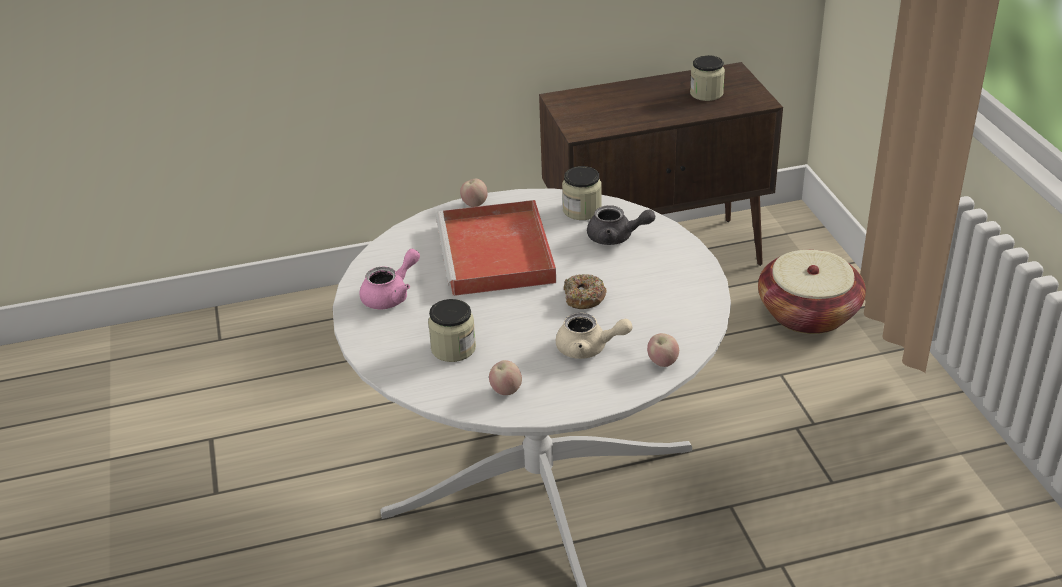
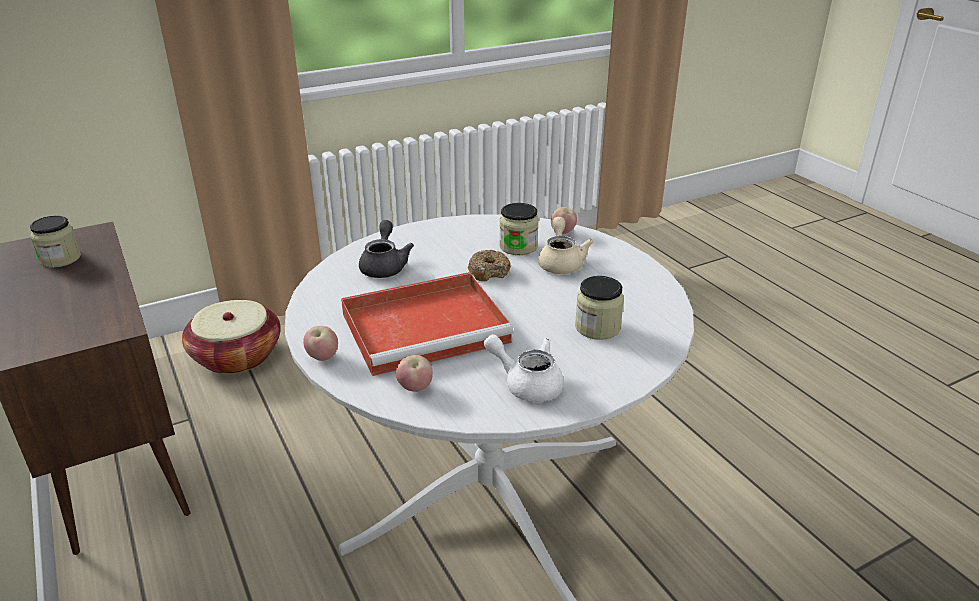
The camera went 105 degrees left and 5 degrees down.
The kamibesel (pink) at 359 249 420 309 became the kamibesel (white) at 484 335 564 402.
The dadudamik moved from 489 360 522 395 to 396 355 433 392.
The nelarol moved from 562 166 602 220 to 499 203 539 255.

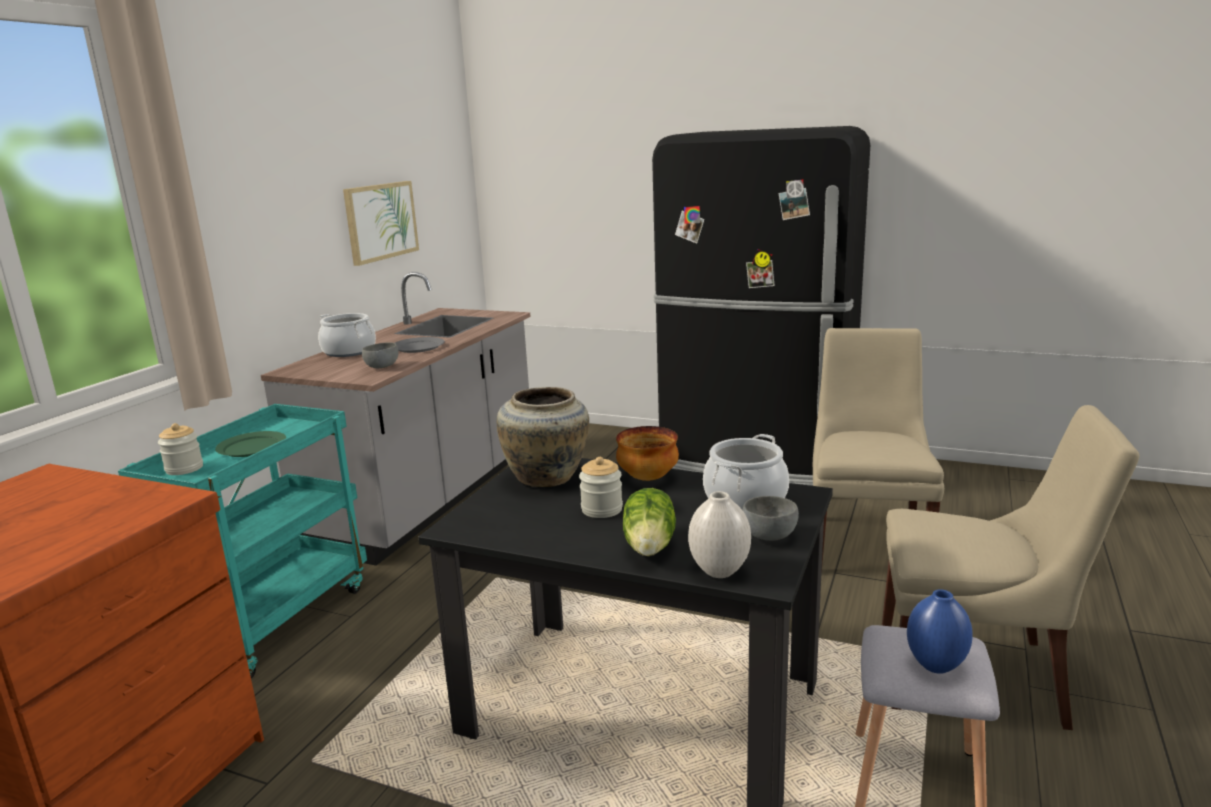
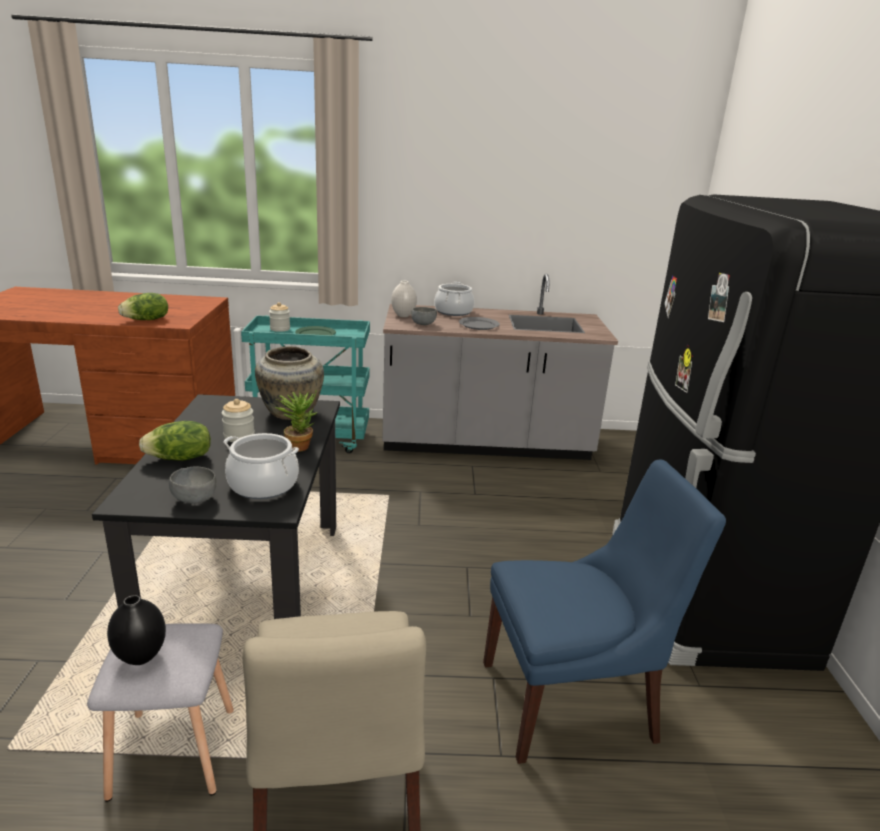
The camera went 65 degrees right and 5 degrees up.
The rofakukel at 343 181 419 266 disappeared.
The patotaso at 616 426 679 481 was replaced by the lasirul at 275 389 318 452.
The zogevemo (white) moved from 688 491 751 578 to 391 281 417 317.
The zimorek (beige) at 813 328 944 574 became the zimorek (blue) at 483 459 726 764.
The zogevemo (blue) at 907 589 973 674 became the zogevemo (black) at 107 595 166 665.
The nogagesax at 118 293 168 320 appeared.

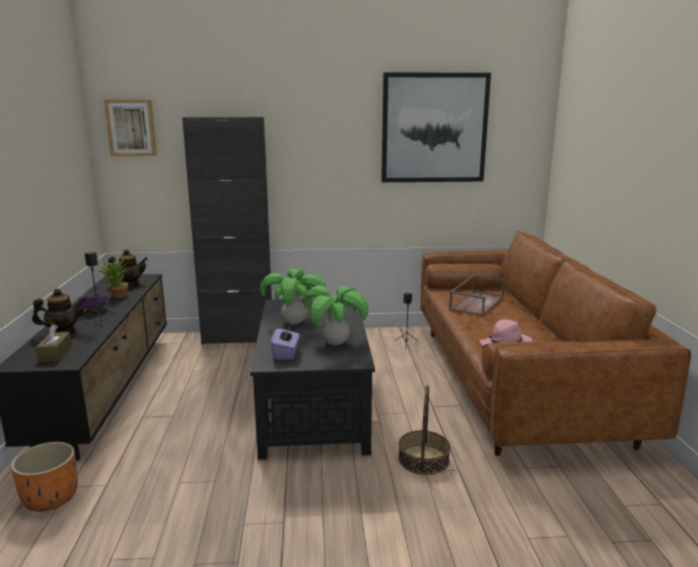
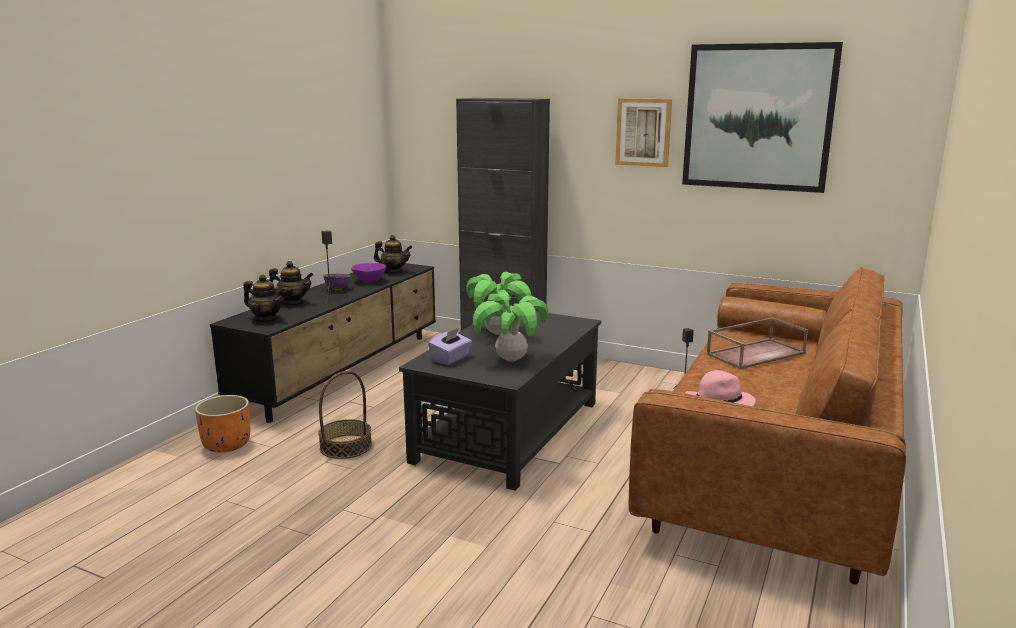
The camera went 30 degrees right and 0 degrees up.
The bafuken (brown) at 36 324 72 362 was replaced by the kamibesel at 243 274 285 322.
The lasirul at 97 258 128 298 was replaced by the patotaso (purple) at 351 263 386 283.
The rofakukel moved from 104 100 157 156 to 615 98 672 167.
The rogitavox moved from 398 385 450 475 to 318 371 372 459.

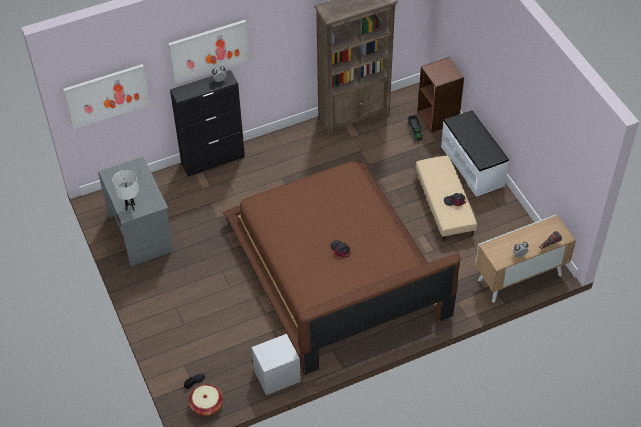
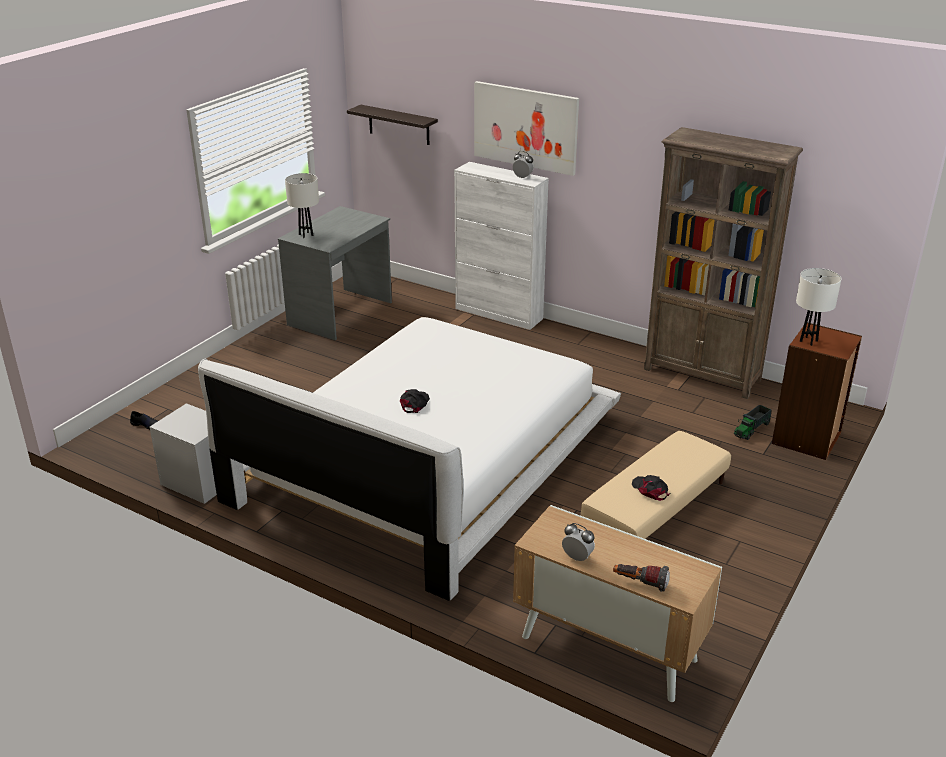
The camera went 55 degrees right and 20 degrees down.
The rofakukel at 63 64 150 129 was replaced by the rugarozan at 347 105 438 145.
The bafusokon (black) at 170 70 245 176 became the bafusokon (white) at 454 162 549 330.
The rogitavox at 189 384 223 416 disappeared.
The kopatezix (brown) at 223 161 460 375 became the kopatezix (white) at 198 317 621 601.
The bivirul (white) at 441 110 509 197 disappeared.
The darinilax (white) at 796 268 841 346 appeared.

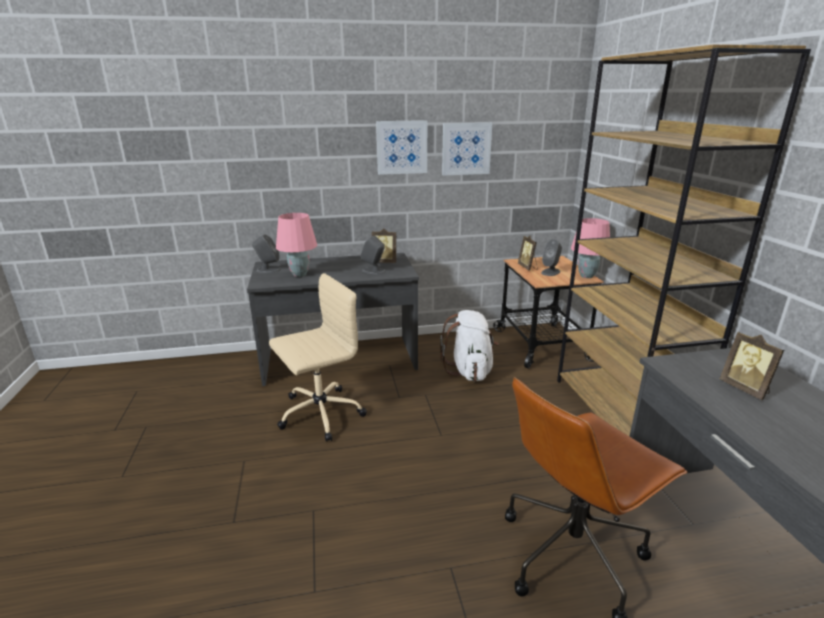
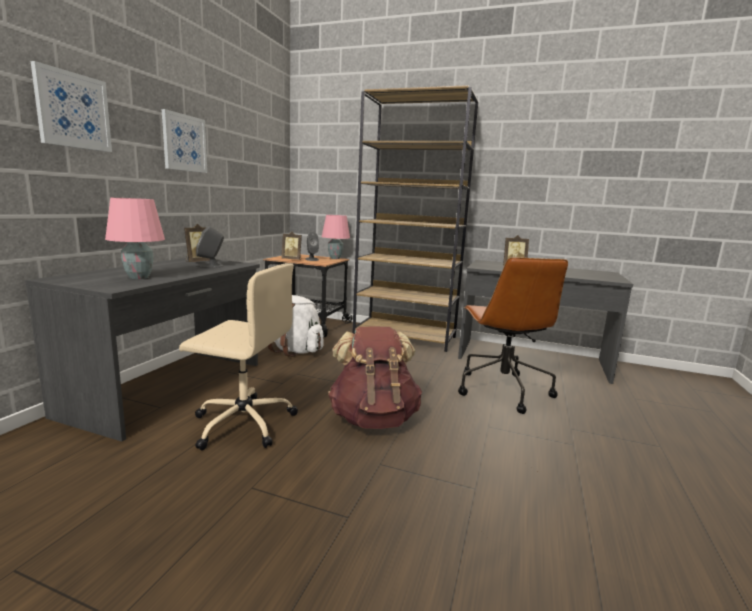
The camera went 60 degrees left and 10 degrees down.
The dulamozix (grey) at 252 234 281 273 disappeared.
The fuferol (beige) at 269 273 367 442 turned 105 degrees clockwise.
The rofakukel moved from 442 123 492 176 to 31 61 112 152.
The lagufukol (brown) at 328 327 422 429 appeared.

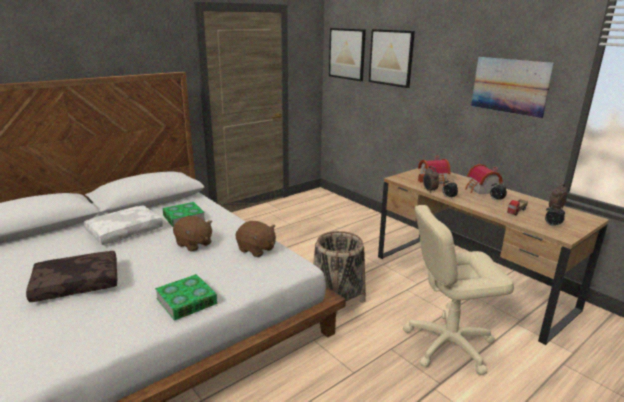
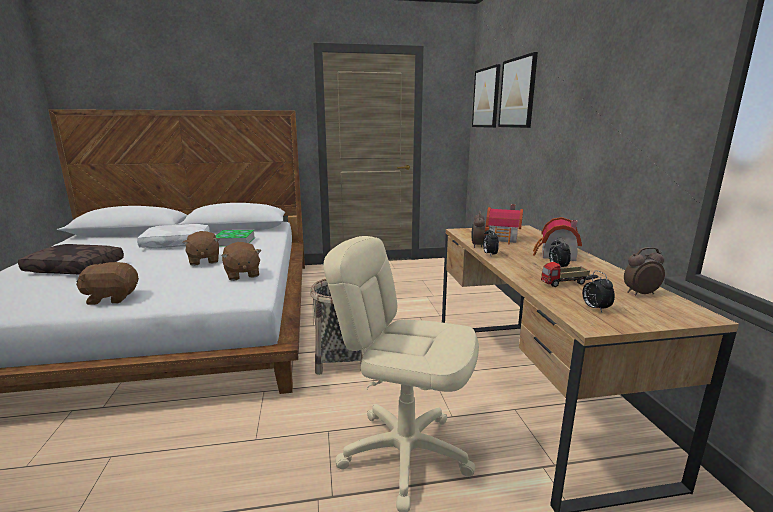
The camera went 30 degrees right and 5 degrees down.
The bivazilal at 155 274 218 321 was replaced by the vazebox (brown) at 76 262 139 305.
The rofakukel at 471 57 554 118 disappeared.

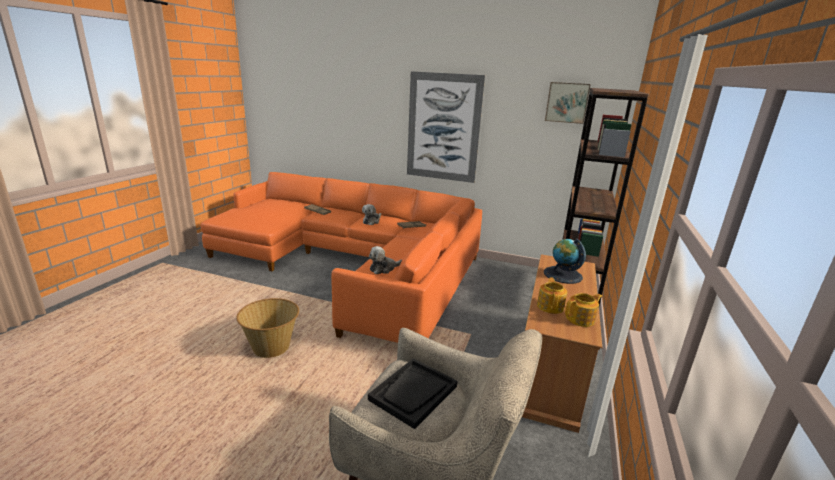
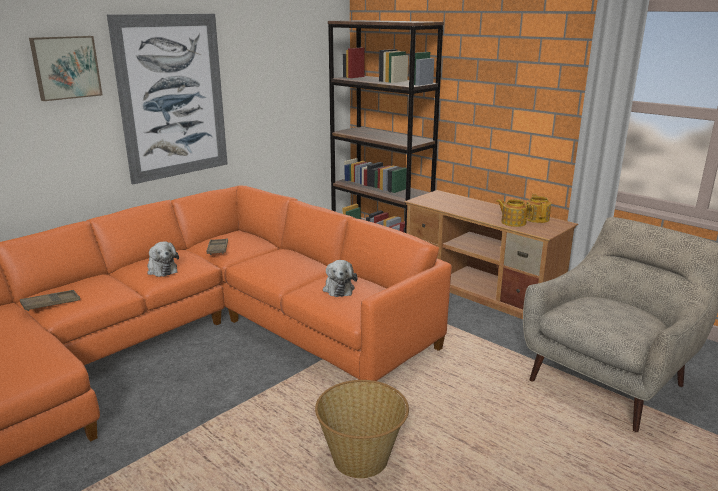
The camera went 65 degrees left and 0 degrees up.
The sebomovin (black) at 368 359 457 429 disappeared.
The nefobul at 544 239 586 284 disappeared.
The rofakukel moved from 545 82 591 124 to 29 36 102 101.

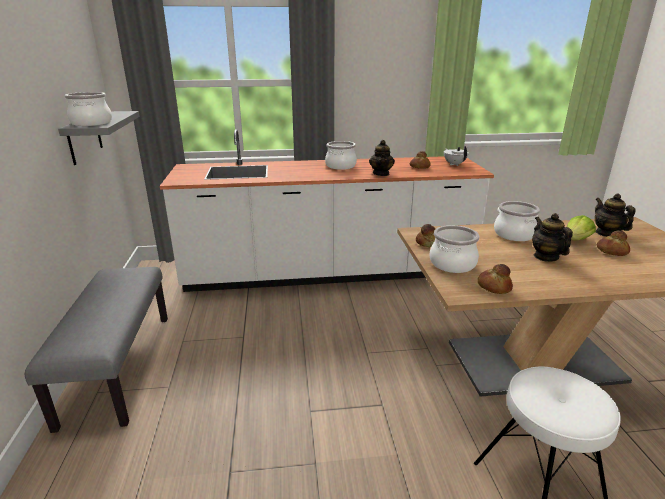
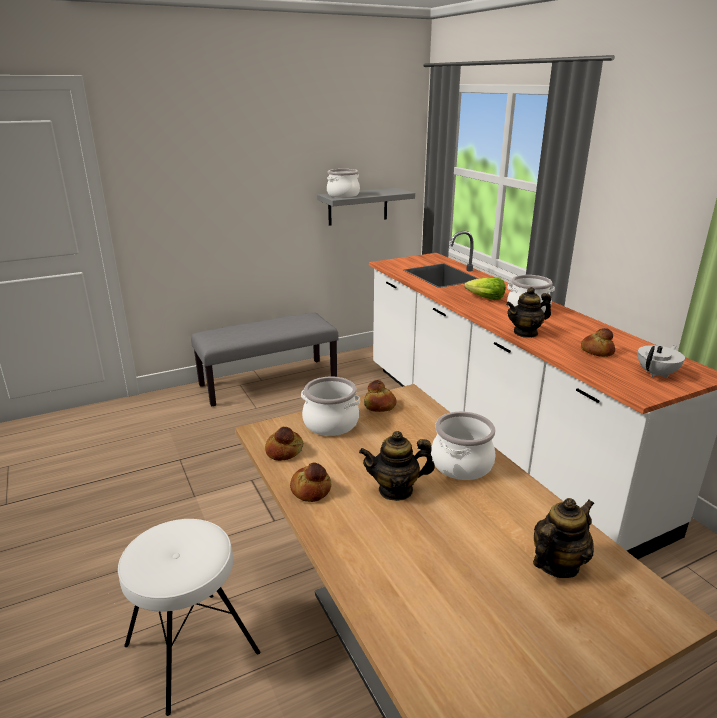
The camera went 70 degrees right and 0 degrees up.
The kamibesel at 532 213 573 262 turned 150 degrees counterclockwise.
The nogagesax moved from 567 215 596 241 to 464 277 506 300.
The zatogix moved from 597 230 630 256 to 290 463 331 502.

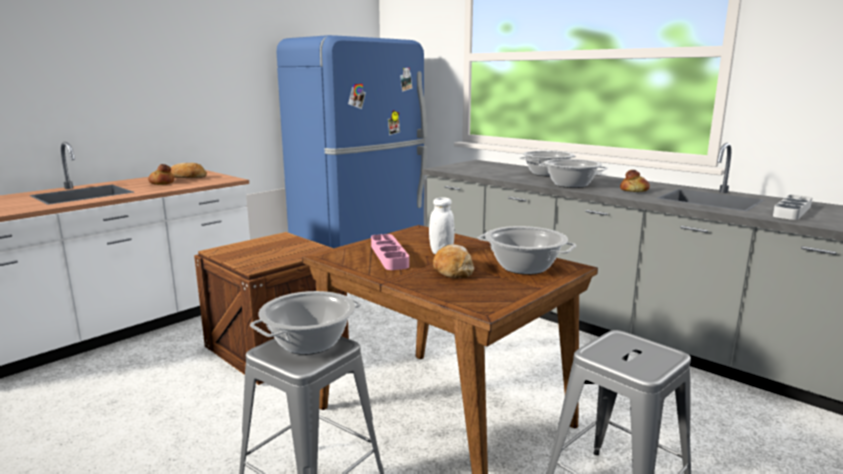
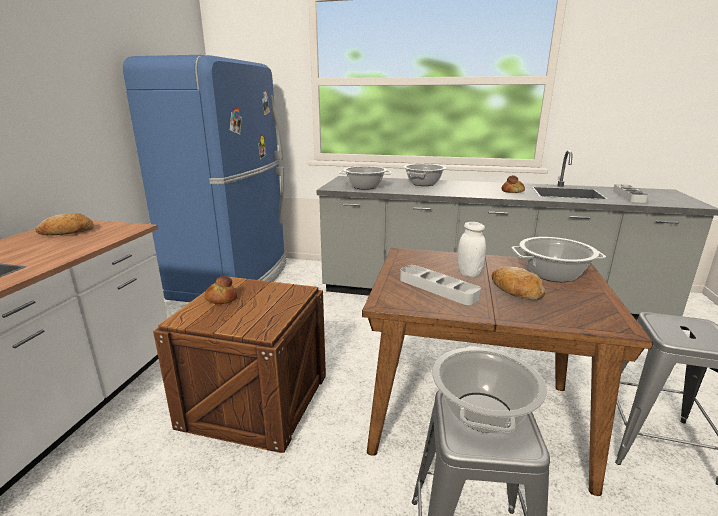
The camera went 30 degrees left and 5 degrees up.
The zatogix moved from 148 164 174 185 to 204 276 237 304.
The sebomovin (pink) at 371 234 409 270 became the sebomovin (grey) at 400 265 481 305.
The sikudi moved from 538 159 608 188 to 339 166 391 190.

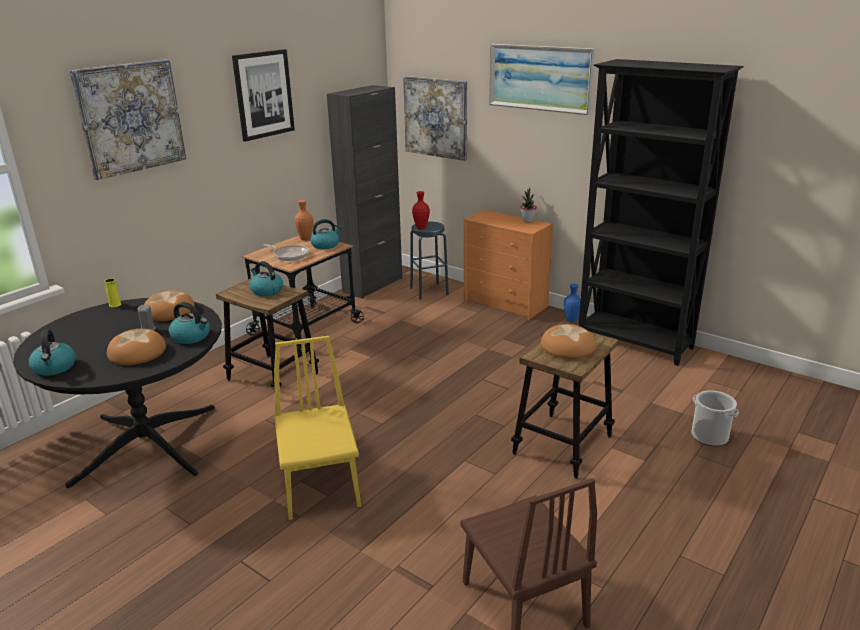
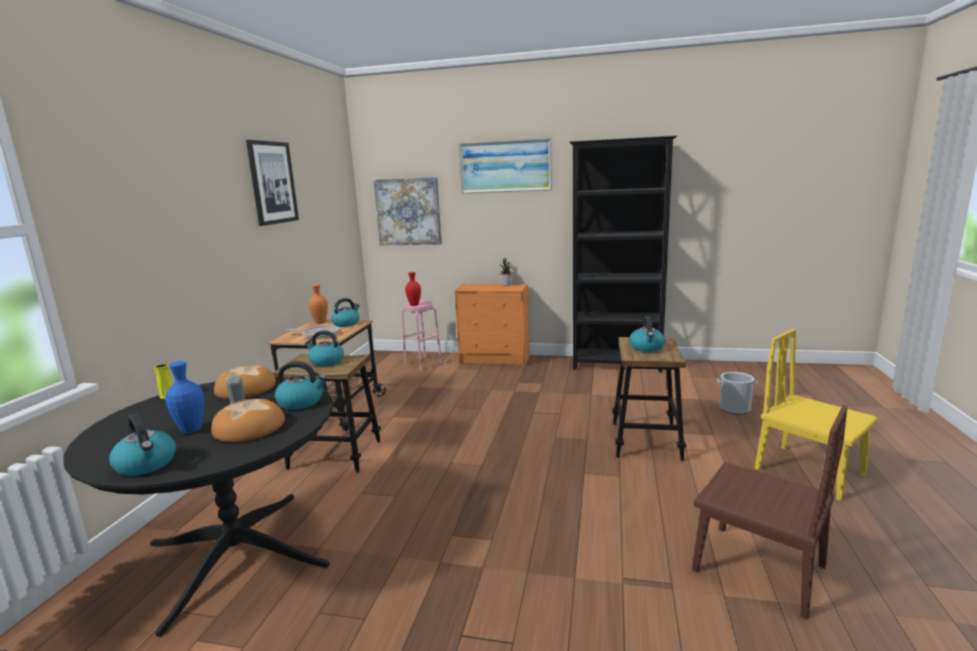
The camera went 25 degrees left and 10 degrees down.
The rofakukel at 70 59 186 180 disappeared.
The zimorek (yellow) moved from 274 336 361 520 to 755 329 878 501.
The bafusokon (black) at 327 85 402 299 disappeared.
The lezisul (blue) at 410 221 449 300 became the lezisul (pink) at 402 300 442 370.
The zatogix at 541 324 596 359 was replaced by the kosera at 629 316 665 352.
The zogevemo (blue) moved from 564 284 581 322 to 165 361 204 434.

